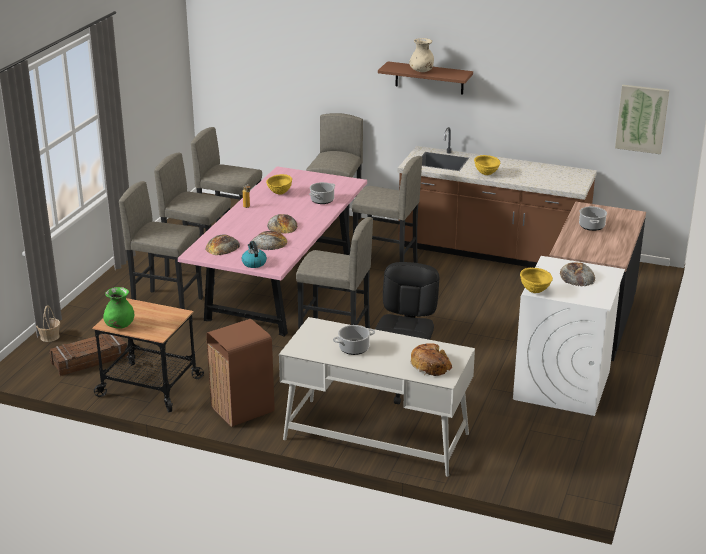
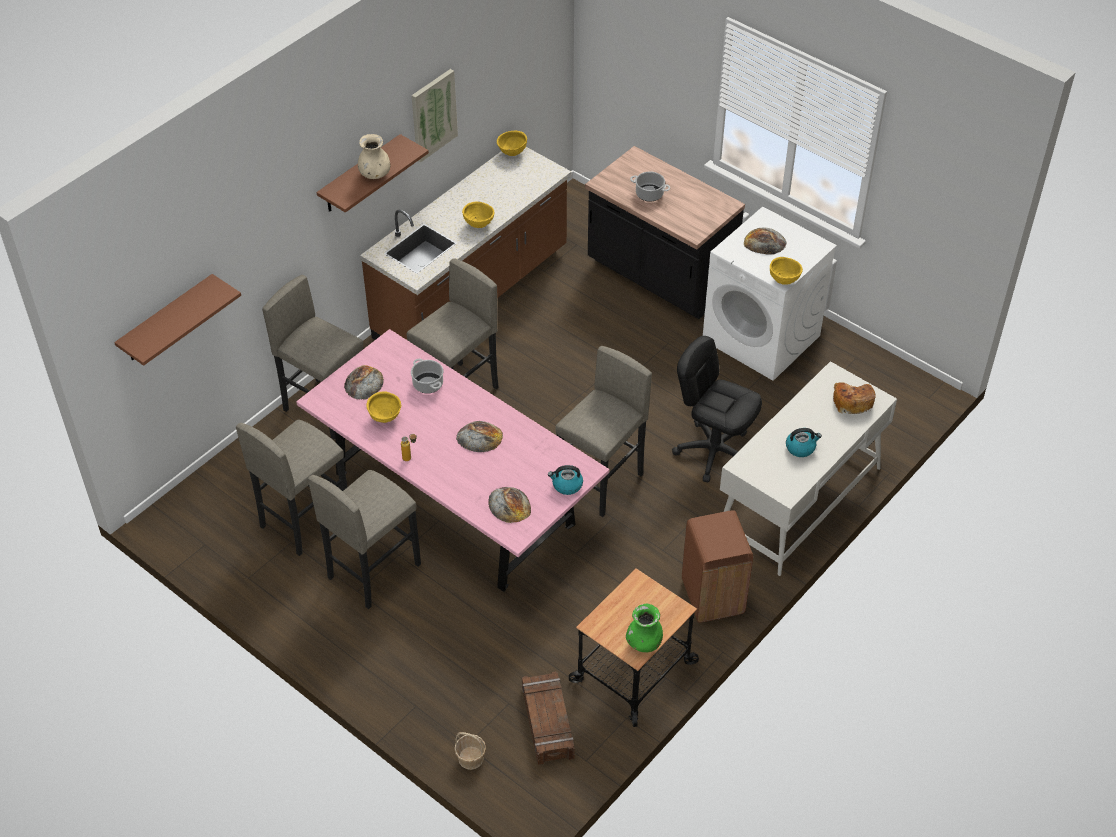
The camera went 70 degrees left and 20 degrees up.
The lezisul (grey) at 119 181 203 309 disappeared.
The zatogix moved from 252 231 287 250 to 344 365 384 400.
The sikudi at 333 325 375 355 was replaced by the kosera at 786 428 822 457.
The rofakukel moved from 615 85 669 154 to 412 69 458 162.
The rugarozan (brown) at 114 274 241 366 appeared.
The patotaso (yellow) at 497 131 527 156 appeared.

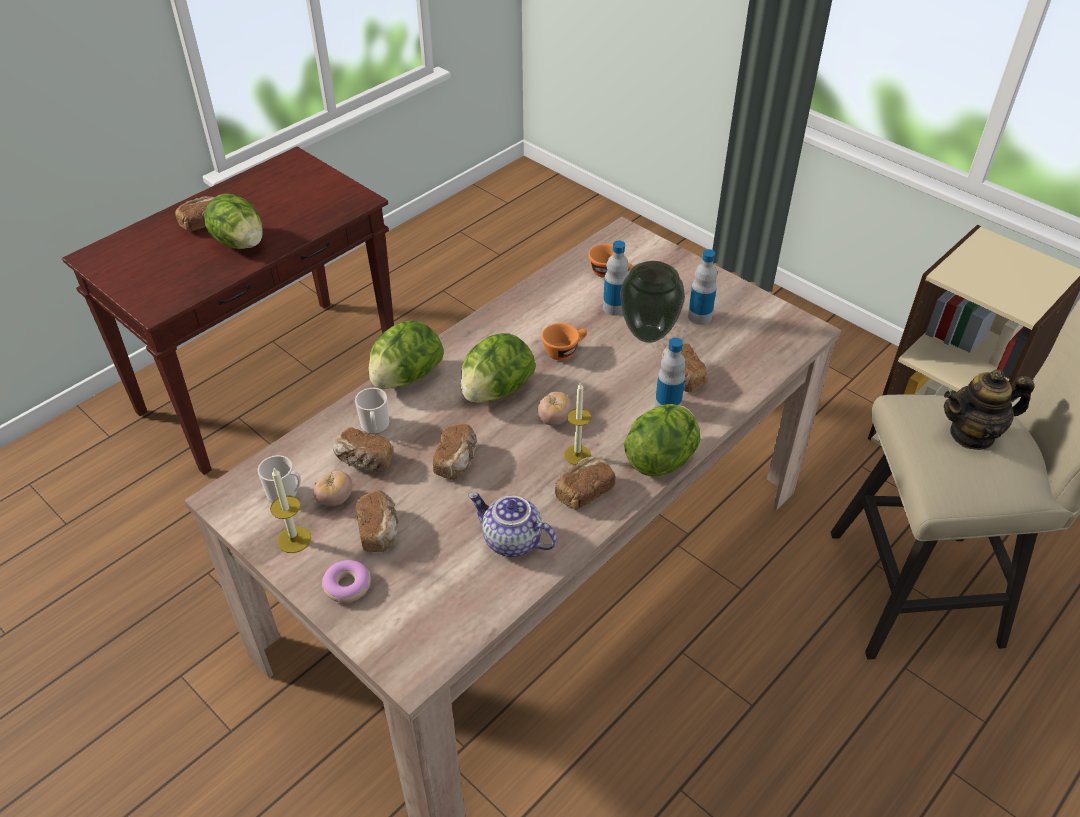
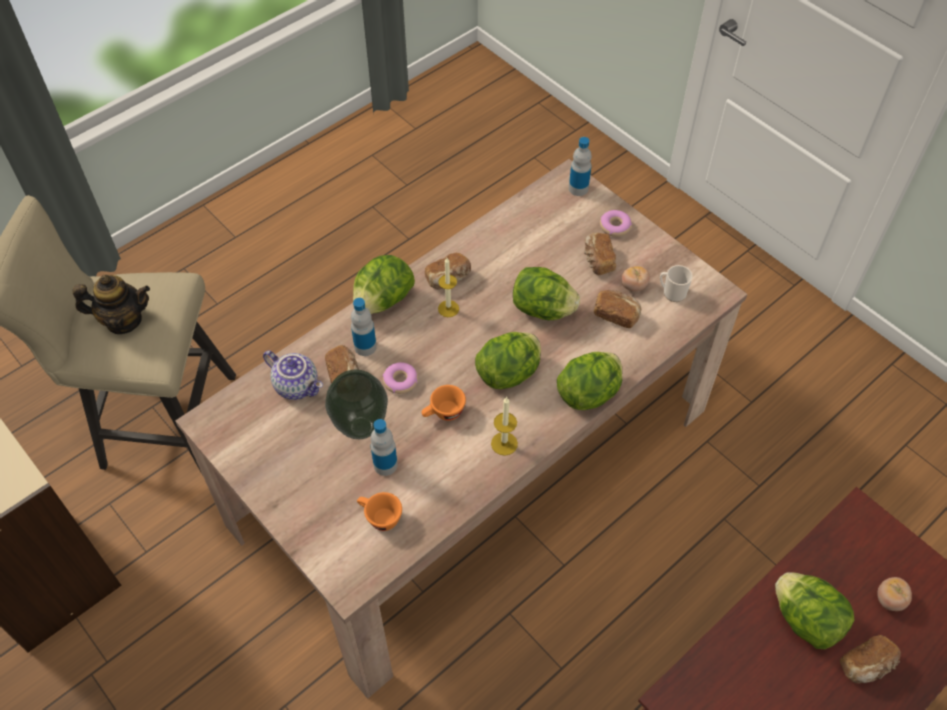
The camera went 175 degrees left and 10 degrees up.
The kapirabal moved from 270 468 311 553 to 491 397 518 456.
The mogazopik at 355 388 389 435 disappeared.
The zatogix at 433 424 477 480 was replaced by the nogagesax at 513 267 580 320.
The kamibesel moved from 468 492 557 557 to 263 351 323 400.
The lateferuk moved from 538 392 572 426 to 877 577 912 611.
The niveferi moved from 688 249 717 325 to 569 137 592 196.
The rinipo at 383 362 418 394 appeared.

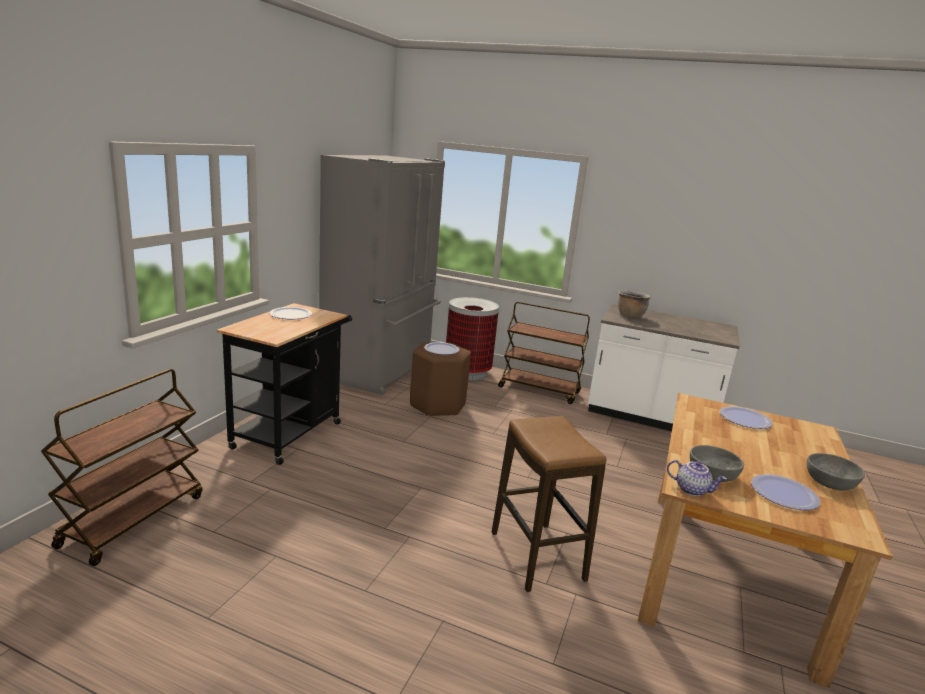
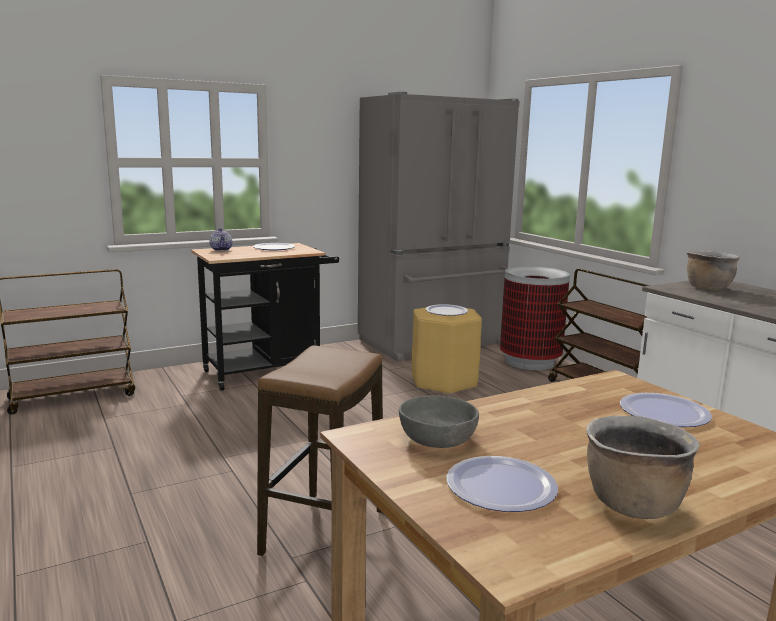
The camera went 40 degrees right and 5 degrees down.
The lezisul (brown) at 410 343 471 417 became the lezisul (yellow) at 412 307 482 394.
The kamibesel moved from 667 460 727 496 to 209 228 232 251.
The patotaso (grey) at 807 453 865 490 was replaced by the sikudi (brown) at 586 416 700 519.

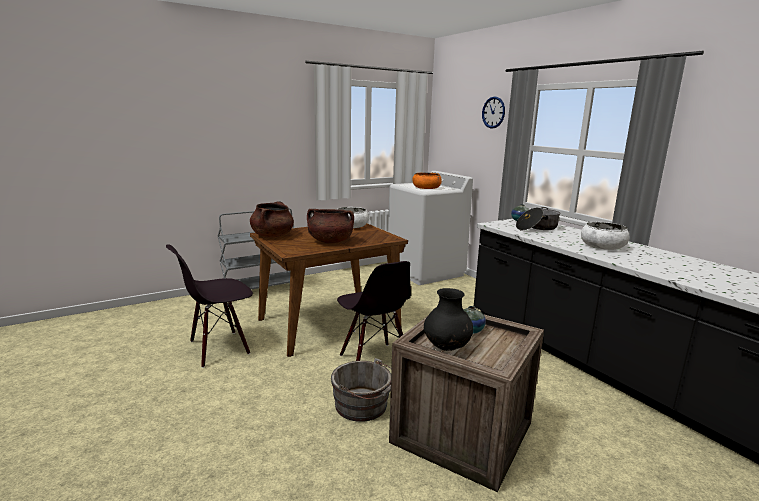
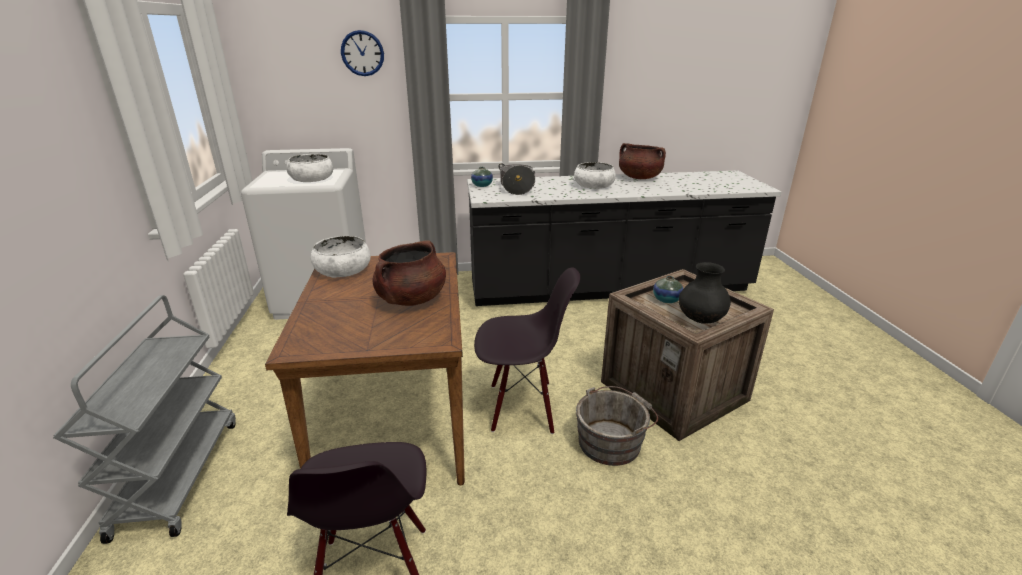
The camera went 65 degrees left and 10 degrees up.
The sikudi (brown) moved from 250 201 294 237 to 619 143 666 179.
The patotaso (orange) at 413 172 442 189 became the patotaso (white) at 286 154 333 182.

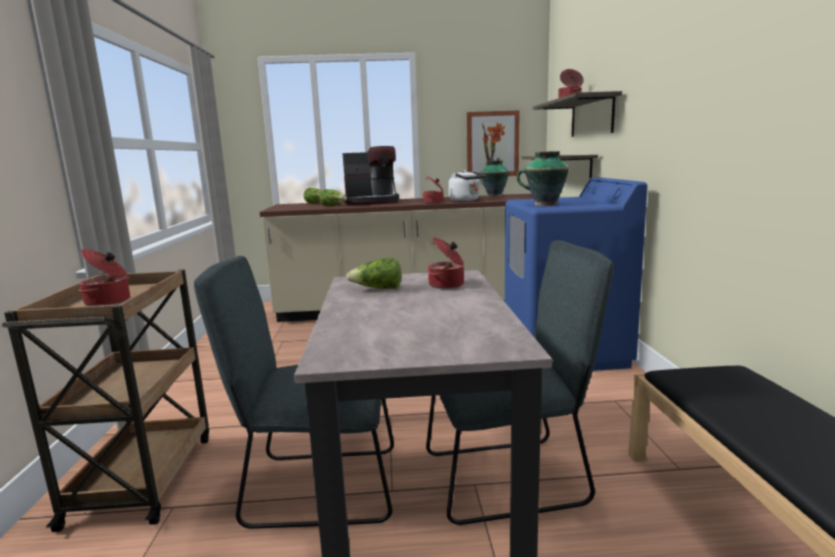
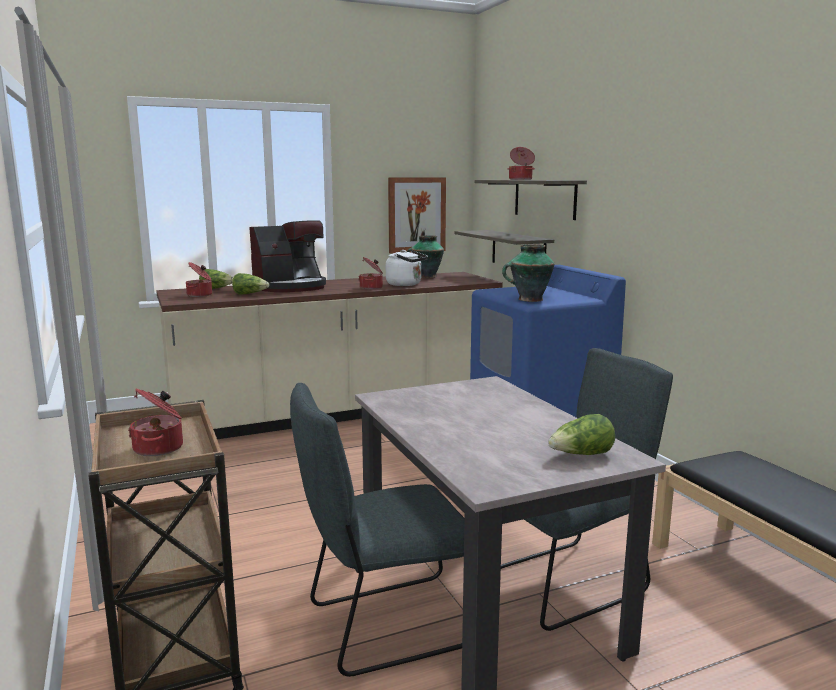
The camera went 20 degrees left and 0 degrees up.
The nogagesax moved from 346 258 401 289 to 548 414 615 455.
The sikudi moved from 428 237 464 289 to 186 262 212 297.

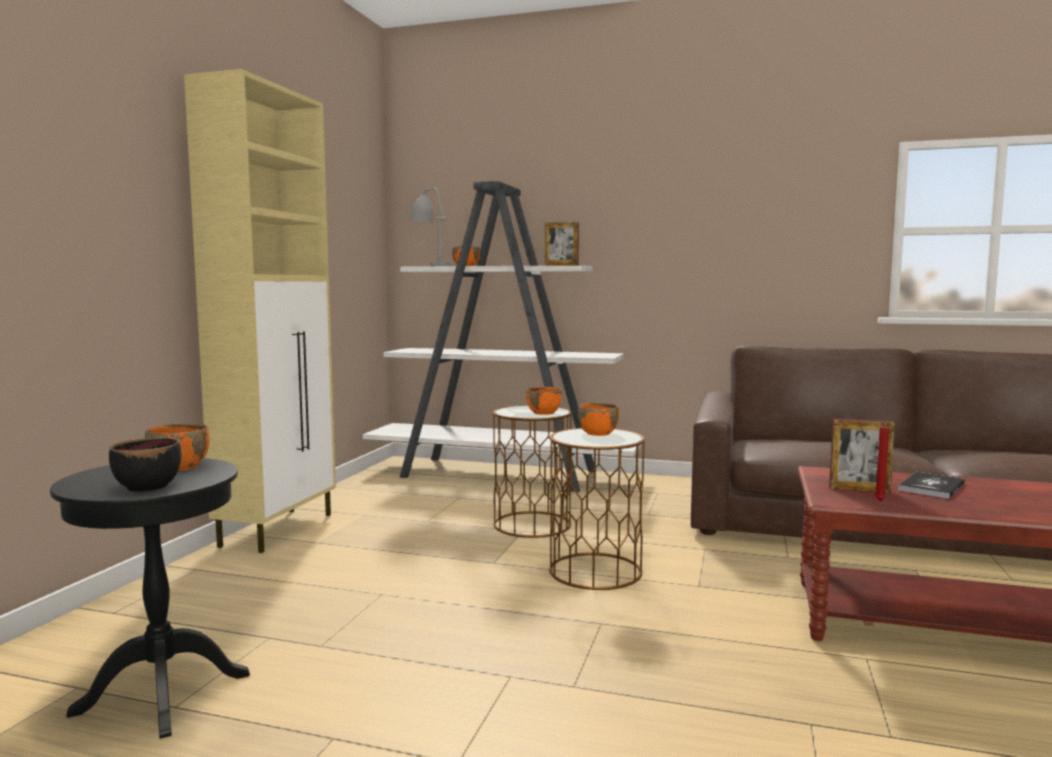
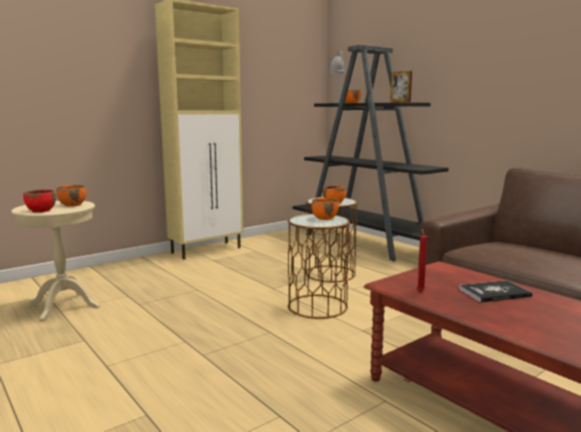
The camera went 35 degrees right and 5 degrees up.
The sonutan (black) at 50 458 250 739 became the sonutan (beige) at 11 201 100 321.
The patotaso (black) at 109 437 182 492 became the patotaso (red) at 23 189 56 212.
The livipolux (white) at 363 181 642 492 became the livipolux (black) at 293 45 449 262.
The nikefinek at 829 419 895 493 disappeared.

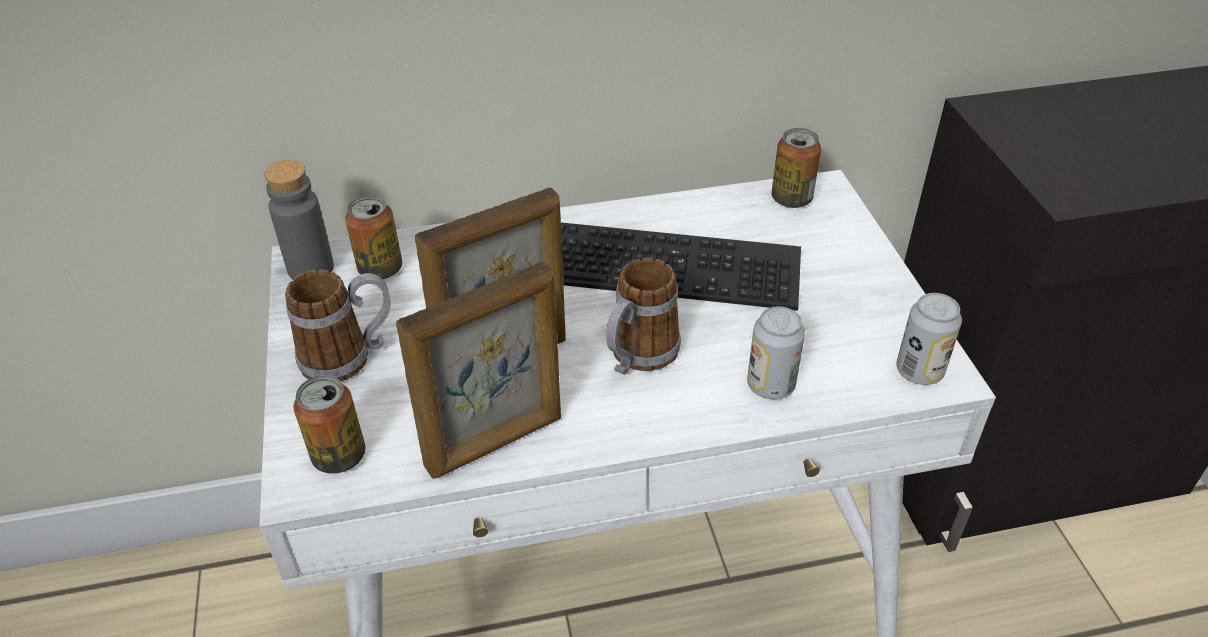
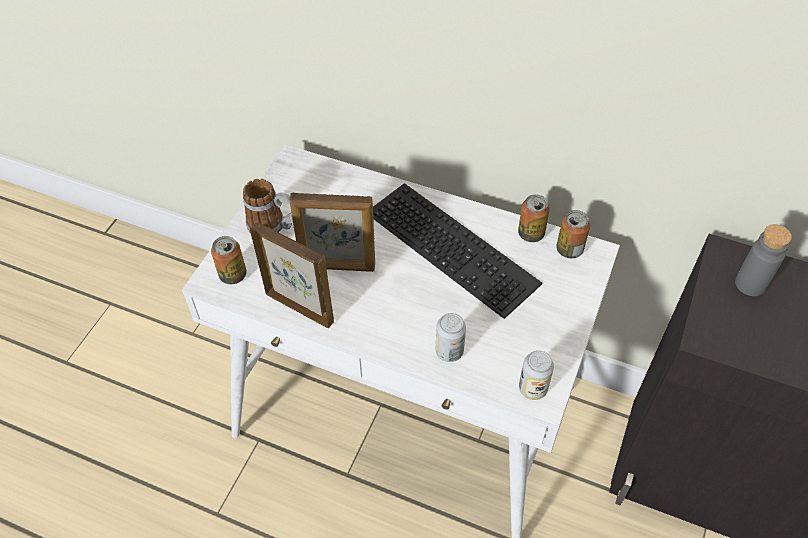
The camera went 35 degrees right and 10 degrees up.
The niveferi (grey) moved from 264 160 334 280 to 735 224 792 296.
The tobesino moved from 345 195 402 279 to 518 194 550 242.
The nikefinek at 396 261 561 479 turned 150 degrees counterclockwise.
The mogazopik at 606 258 681 375 disappeared.

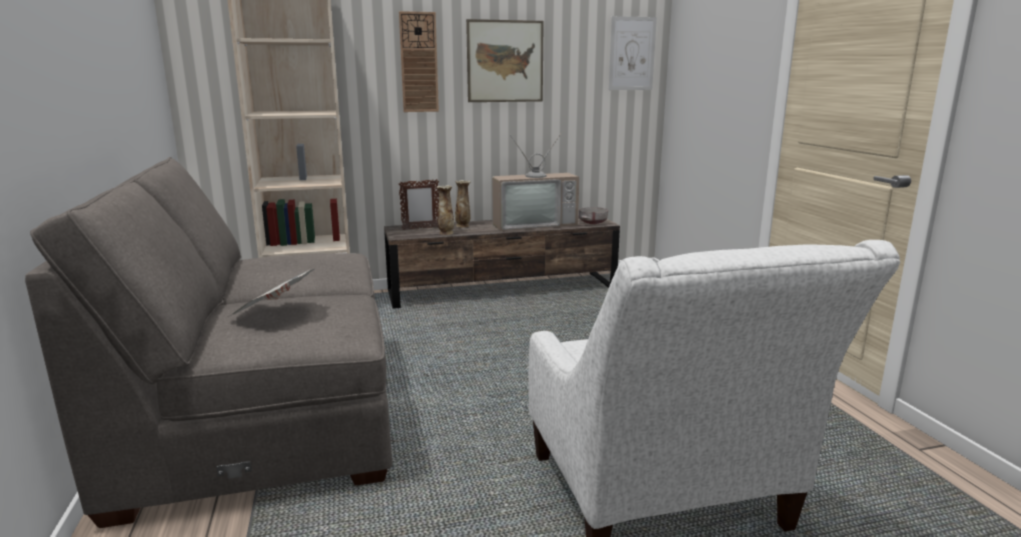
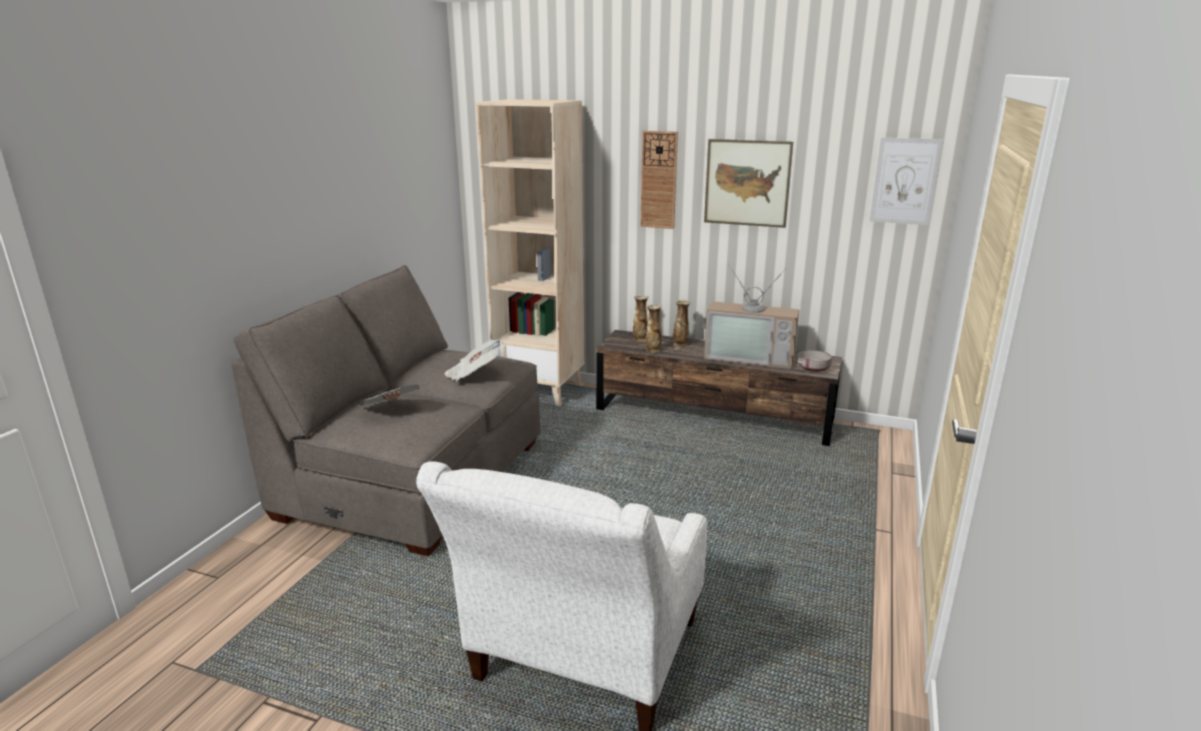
The camera went 35 degrees right and 5 degrees up.
The nikefinek at 399 179 439 230 was replaced by the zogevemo at 633 295 649 342.
The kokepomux at 444 339 503 381 appeared.

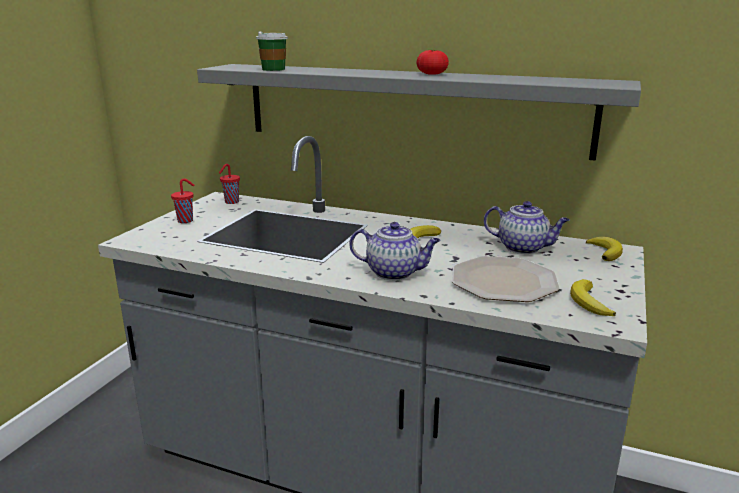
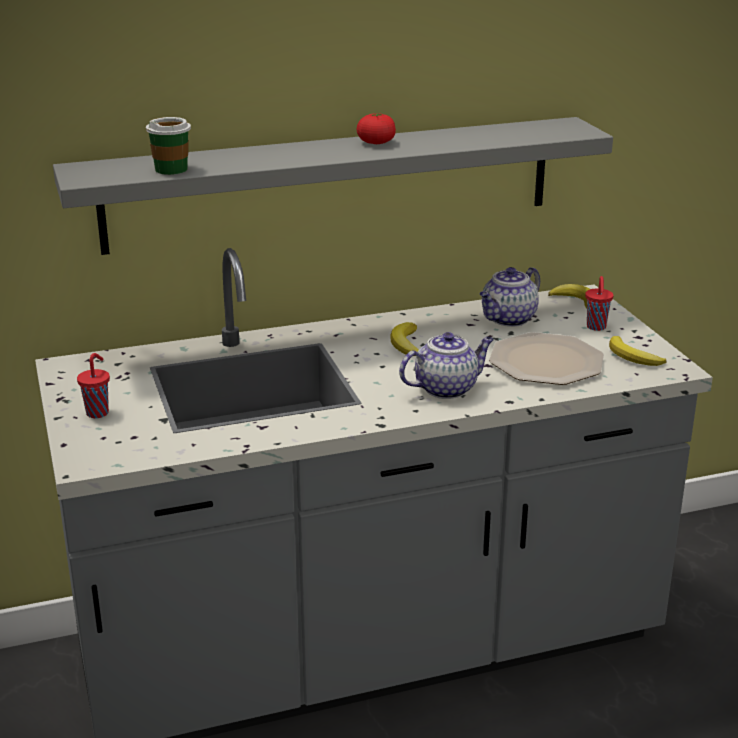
The camera went 40 degrees left and 5 degrees up.
The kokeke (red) moved from 219 164 240 204 to 585 276 614 331.
The kamibesel at 484 201 570 254 turned 150 degrees clockwise.

